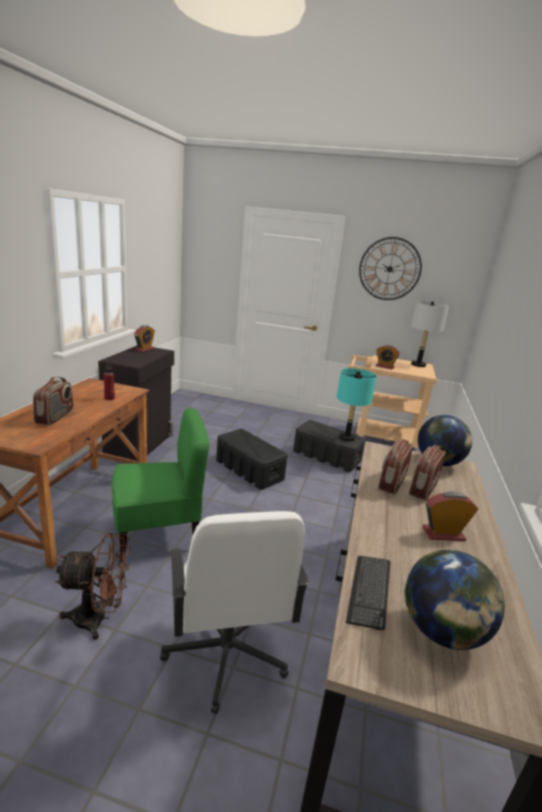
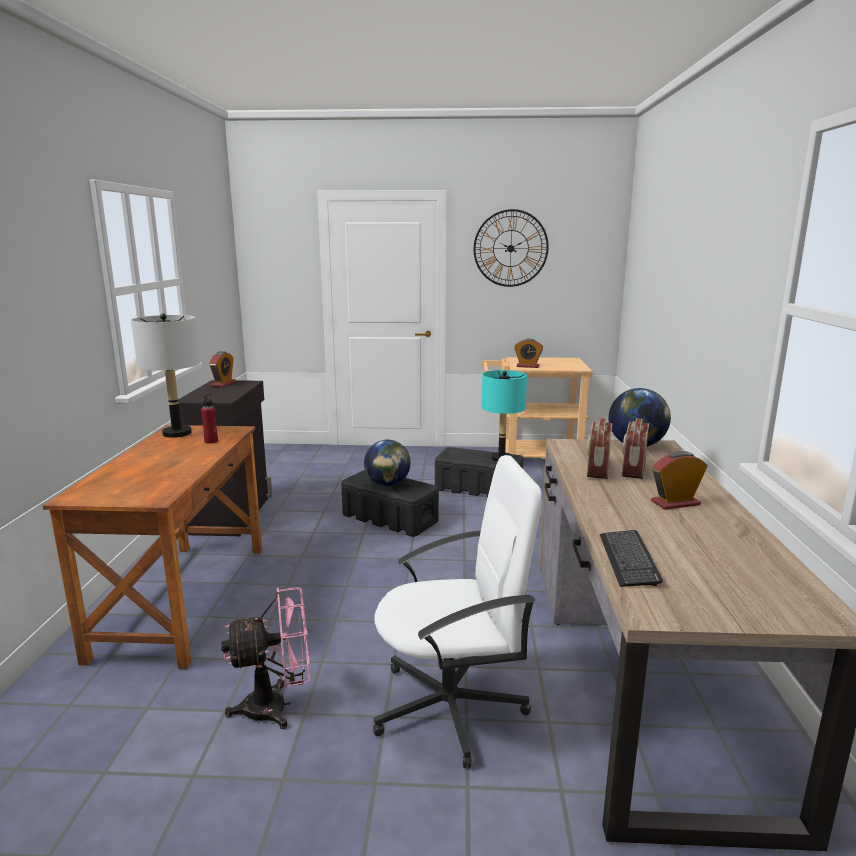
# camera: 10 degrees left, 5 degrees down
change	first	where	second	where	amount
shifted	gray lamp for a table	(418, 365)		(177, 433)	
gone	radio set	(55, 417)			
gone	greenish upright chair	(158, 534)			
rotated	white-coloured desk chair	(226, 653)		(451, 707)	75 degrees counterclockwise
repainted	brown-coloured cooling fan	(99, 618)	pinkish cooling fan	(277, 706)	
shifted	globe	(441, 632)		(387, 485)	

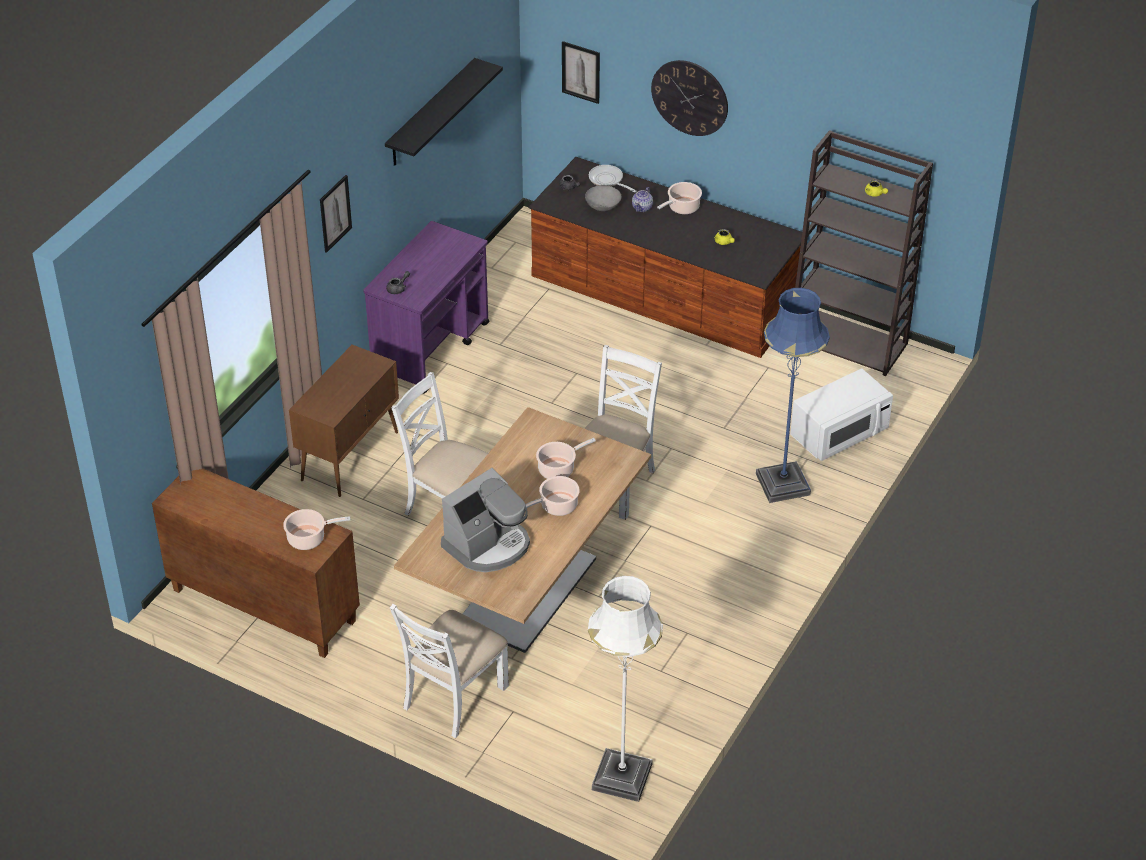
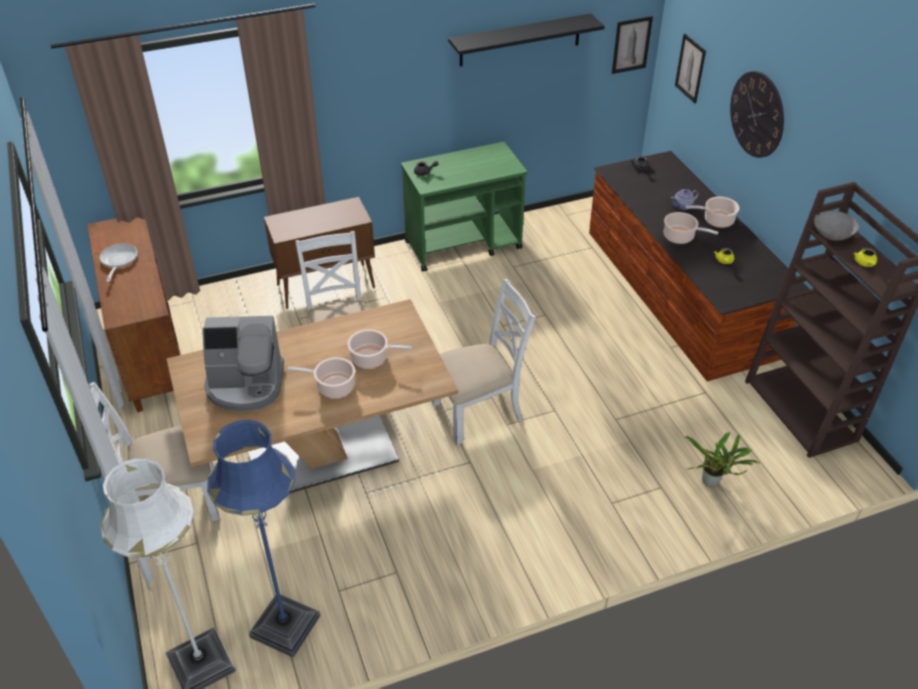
# camera: 40 degrees right, 0 degrees up
change	first	where	second	where	amount
shifted	skillet	(608, 180)		(118, 261)	
shifted	picture	(335, 213)		(631, 45)	
shifted	gray bowl	(602, 207)		(831, 235)	
repainted	purple wheeled cart	(431, 347)	greenish wheeled cart	(464, 245)	
shifted	blue-coloured floor lamp	(782, 484)		(285, 626)	
swapped	white-coloured microwave oven	(839, 434)	houseplant	(712, 483)	
shifted	cooking pot	(309, 538)		(680, 237)	

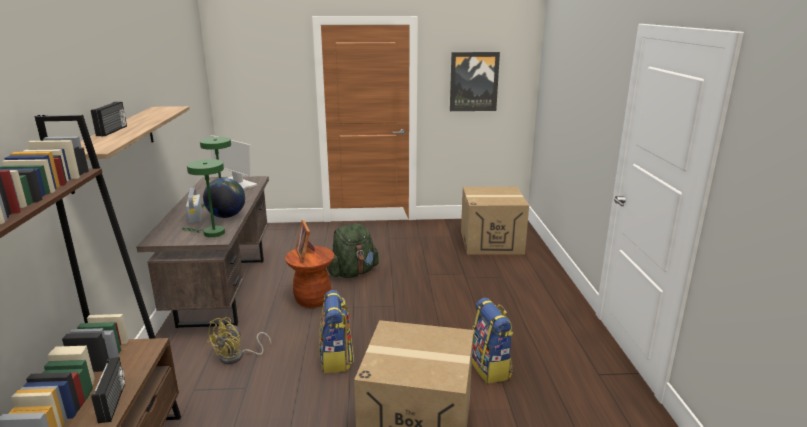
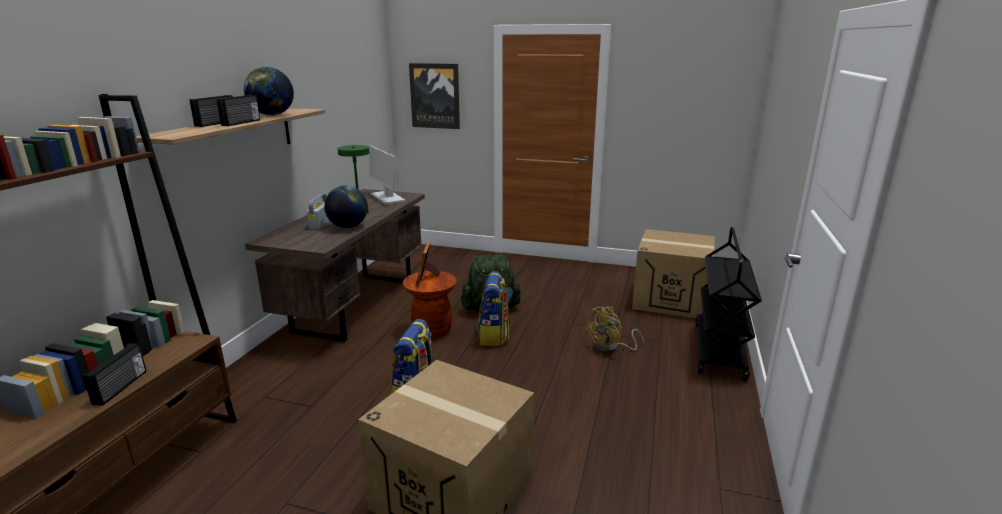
# camera: 20 degrees right, 0 degrees up
change	first	where	second	where	amount
shifted	picture	(474, 81)		(435, 96)	
gone	greenish lamp for a table	(210, 233)			
shifted	knapsack	(490, 368)		(494, 336)	
shifted	yellowish cooling fan	(237, 357)		(611, 348)	
new			globe	(272, 115)	
new			radio set	(242, 123)	
new			blackish wheeled cart	(719, 351)	

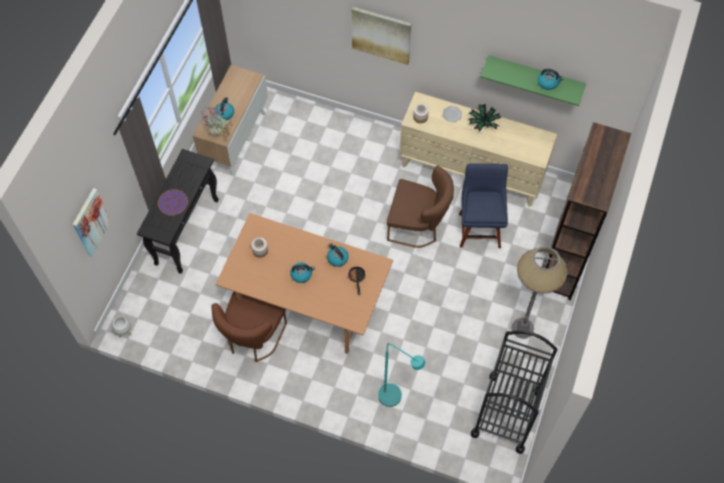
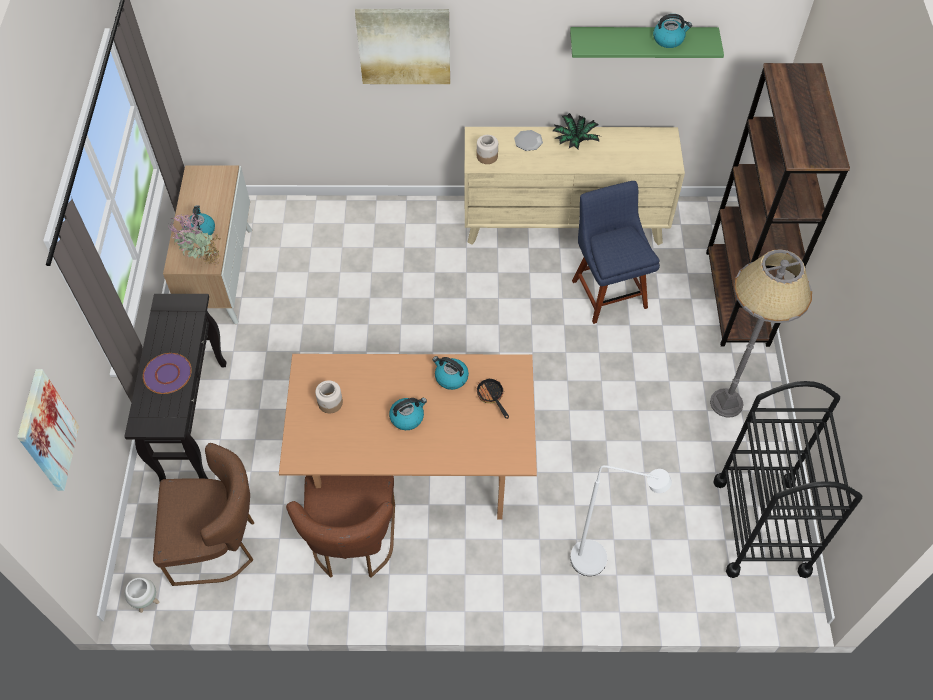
# camera: 20 degrees left, 5 degrees down
change	first	where	second	where	amount
shifted	brown-coloured upright chair	(418, 226)		(219, 544)	
repainted	blue-green floor lamp	(395, 399)	white-coloured floor lamp	(599, 561)	

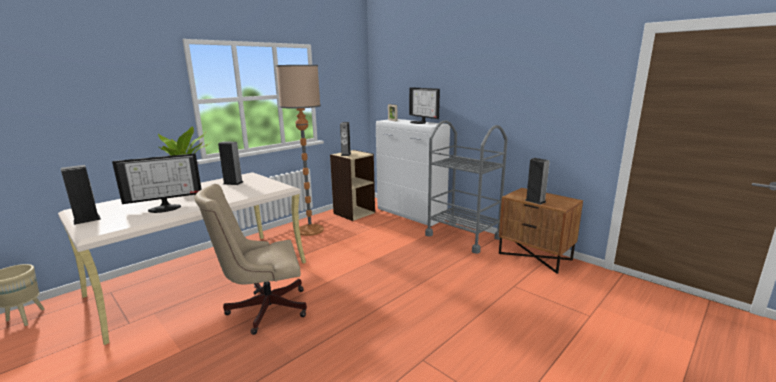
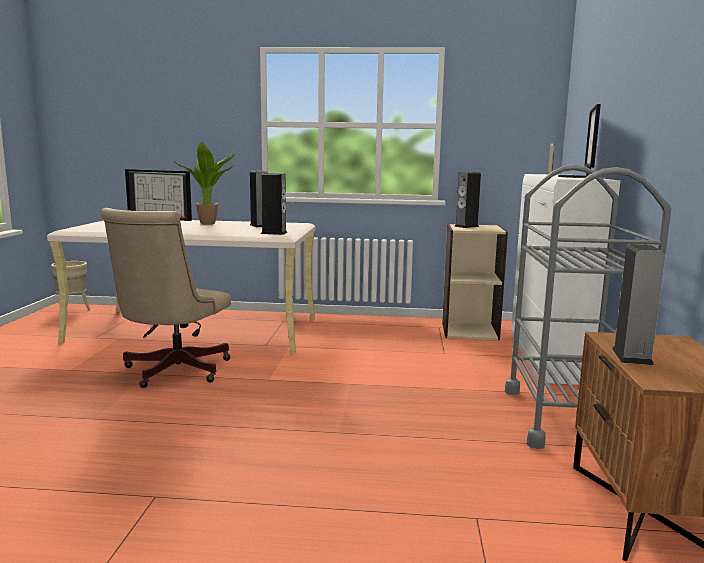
# camera: 50 degrees right, 5 degrees down
change	first	where	second	where	amount
gone	floor lamp	(310, 230)			
shifted	loudspeaker	(87, 220)		(274, 233)	
rotated	sand-coloured desk chair	(263, 309)		(172, 372)	105 degrees counterclockwise

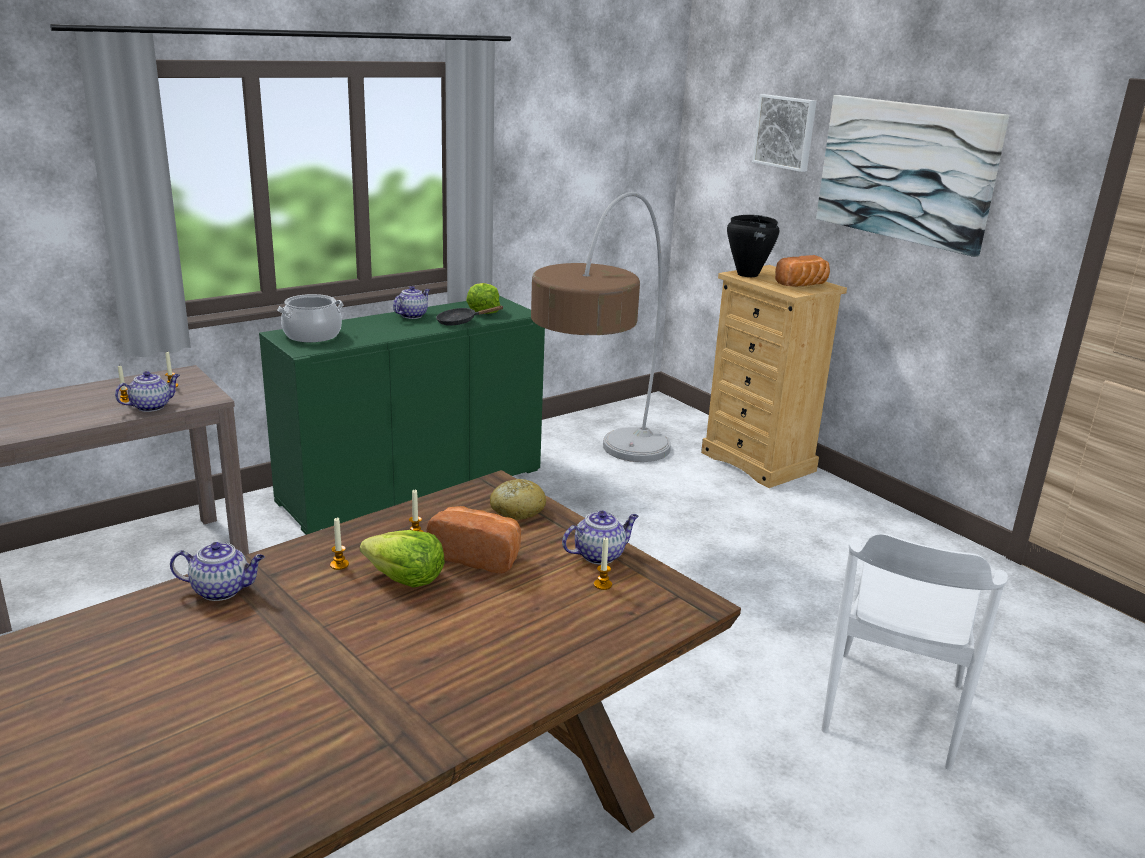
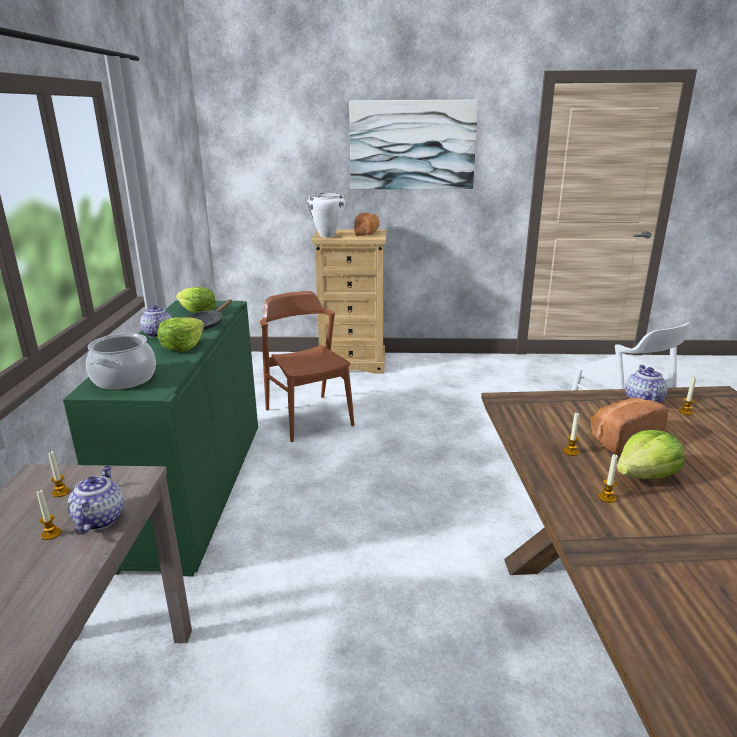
# camera: 50 degrees left, 0 degrees up
change	first	where	second	where	amount
gone	picture	(785, 132)			
swapped	floor lamp	(602, 485)	brown-coloured upright chair	(308, 417)	
repainted	blackish cooking pot	(747, 274)	white-coloured cooking pot	(327, 236)	
gone	baked bread	(517, 510)			
gone	tea pot	(222, 590)			
new			lettuce head	(182, 346)	

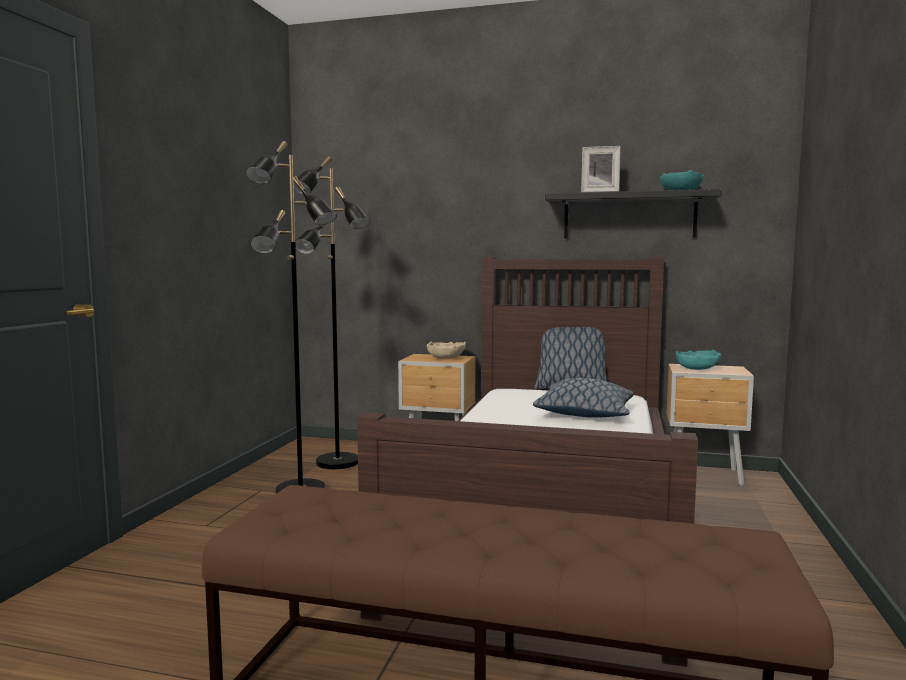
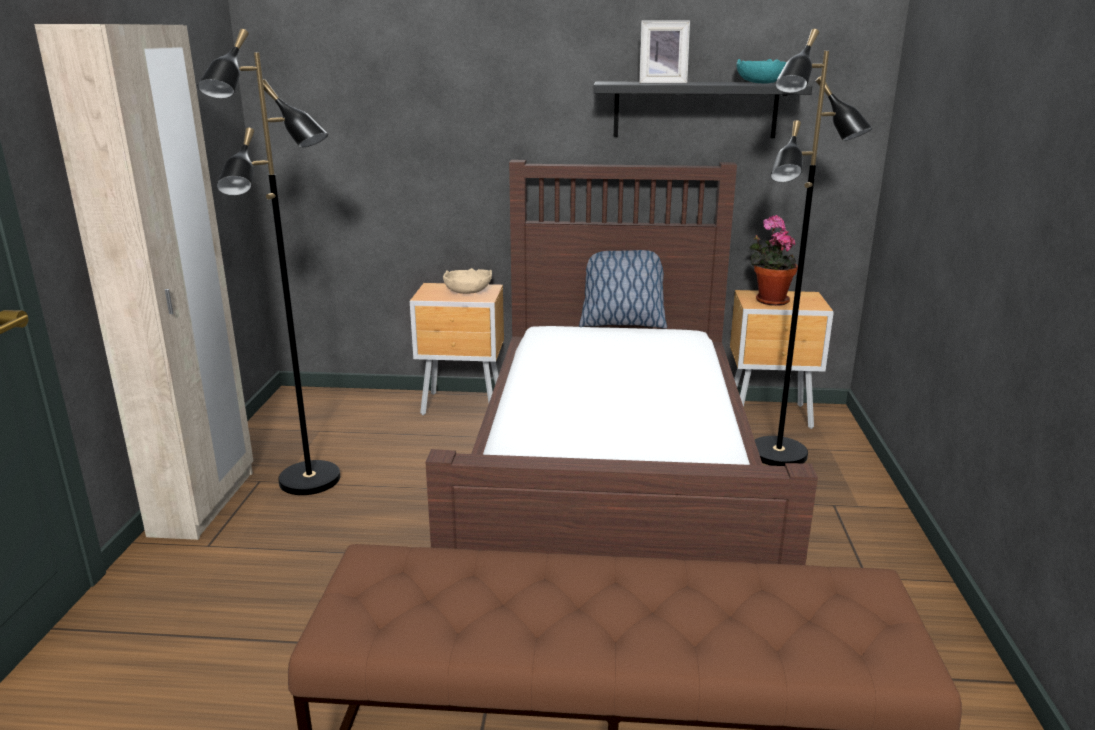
# camera: 10 degrees left, 15 degrees up
change	first	where	second	where	amount
shifted	blackish floor lamp	(337, 463)		(779, 454)	
swapped	blue-green bowl	(696, 369)	houseplant	(769, 300)	
gone	throw pillow	(585, 413)			
new			sand-coloured clothes cupboard	(205, 503)	

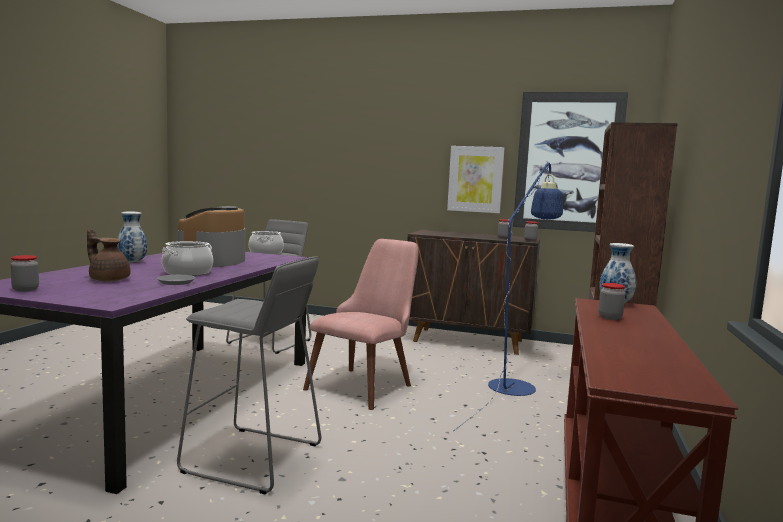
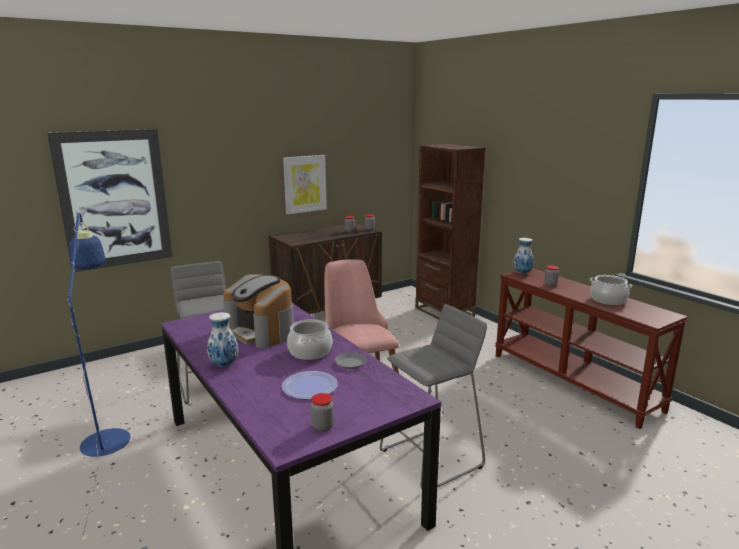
# camera: 50 degrees left, 10 degrees up
change	first	where	second	where	amount
shifted	picture	(568, 162)		(114, 199)	
shifted	blue-coloured floor lamp	(515, 383)		(106, 435)	
swapped	brown-coloured tea pot	(108, 279)	plate	(309, 386)	
shifted	cooking pot	(266, 253)		(608, 300)	

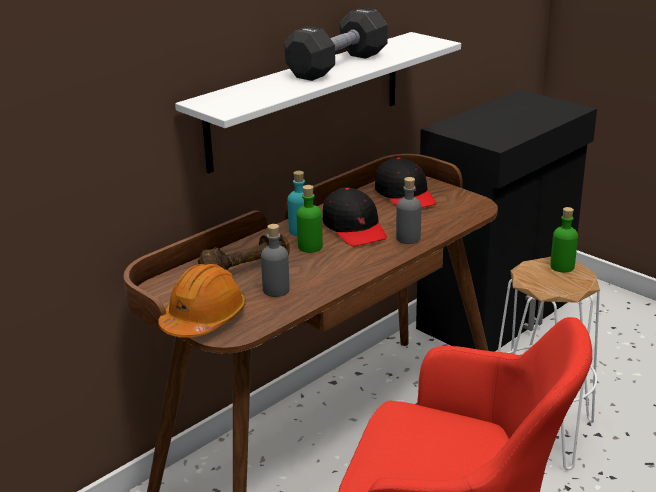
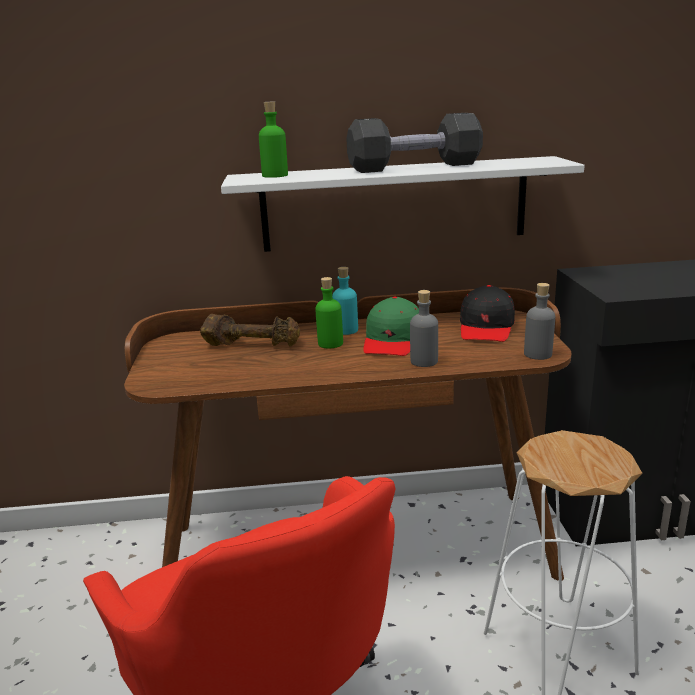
# camera: 40 degrees right, 5 degrees down
change	first	where	second	where	amount
repainted	blackish cap	(354, 228)	greenish cap	(392, 340)	
shifted	greenish bottle	(562, 266)		(275, 175)	
shifted	gray bottle	(276, 290)		(538, 354)	
gone	orangey safety helmet	(204, 319)			

